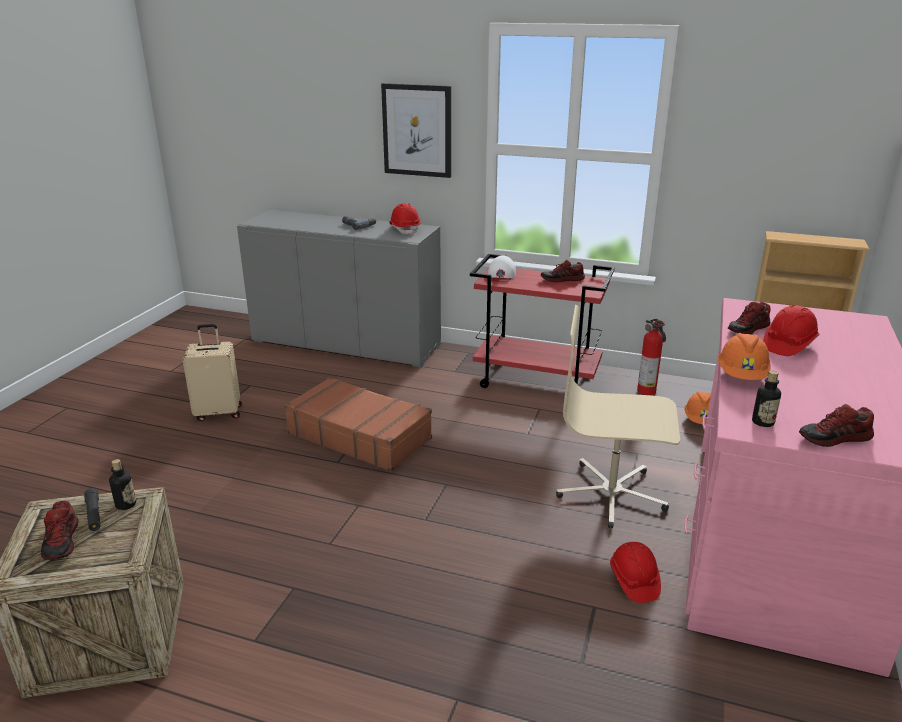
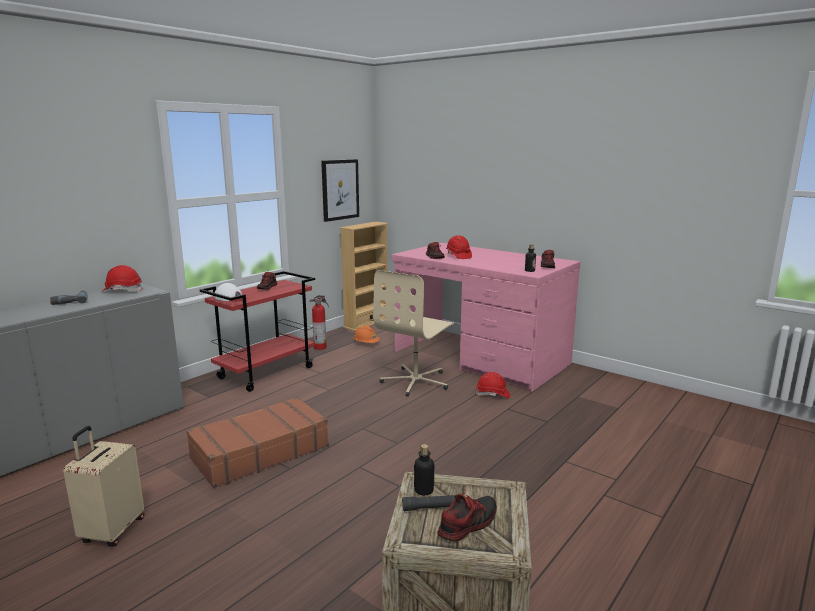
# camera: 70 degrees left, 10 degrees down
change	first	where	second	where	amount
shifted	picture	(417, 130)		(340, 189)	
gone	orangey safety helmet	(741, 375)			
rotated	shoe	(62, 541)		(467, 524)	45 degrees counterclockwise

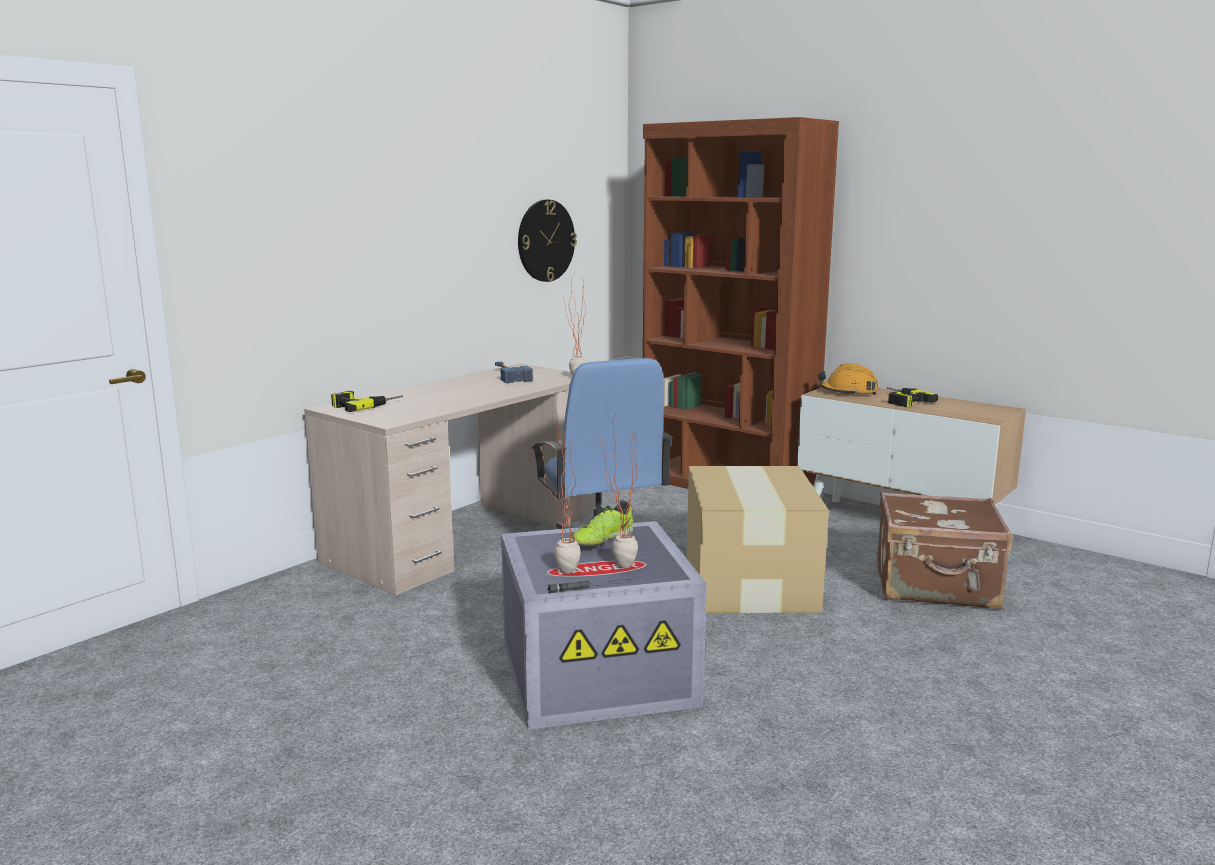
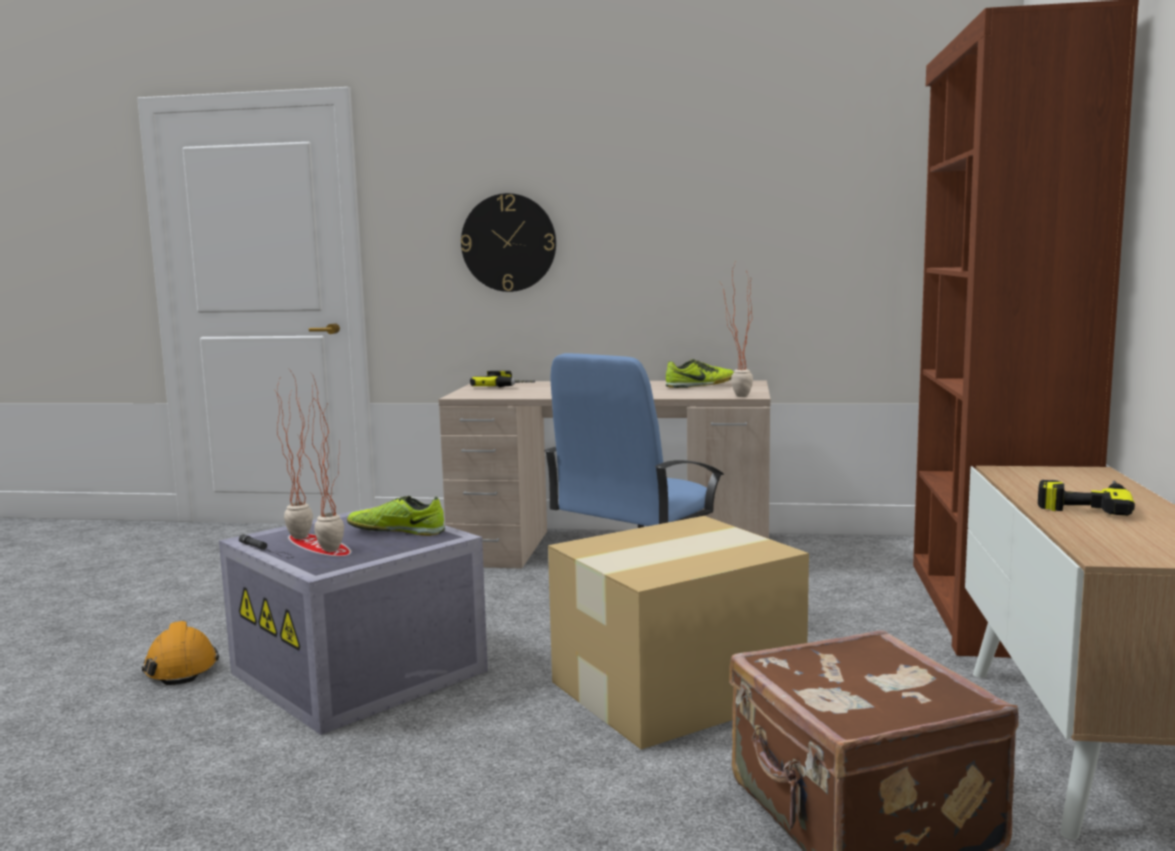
# camera: 60 degrees right, 5 degrees down
change	first	where	second	where	amount
shifted	clock on the wall	(545, 240)		(508, 242)	
swapped	hammer	(508, 375)	shoe	(700, 386)	
shifted	orangey safety helmet	(848, 392)		(181, 667)	

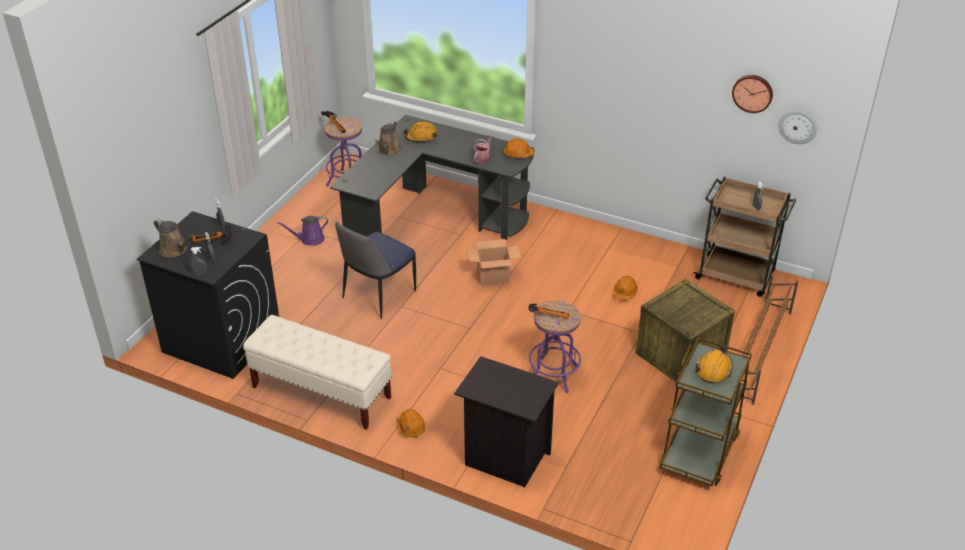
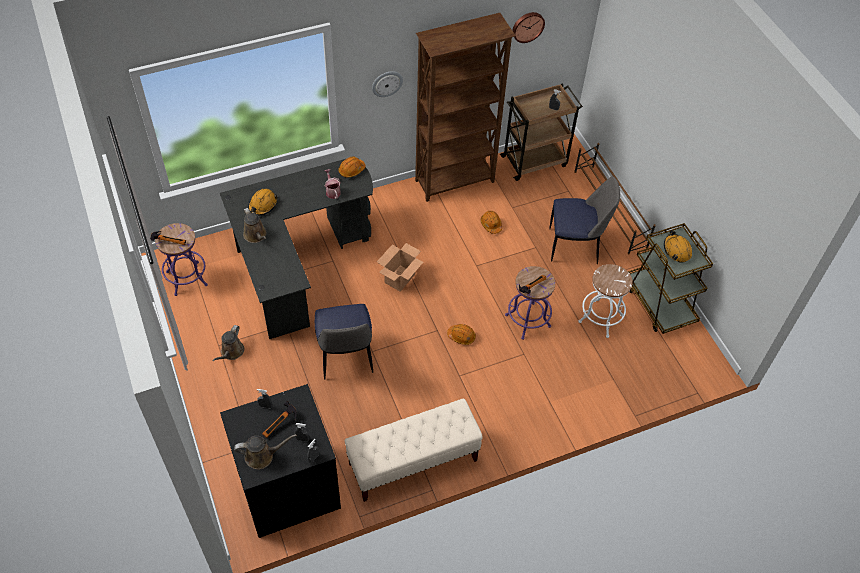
# camera: 50 degrees left, 15 degrees up
change	first	where	second	where	amount
shifted	clock on the wall	(797, 126)		(387, 83)	
repainted	purple watering can	(310, 240)	brown-coloured watering can	(231, 352)	
swapped	crate	(680, 356)	upright chair	(575, 246)	
gone	blackish bedside table	(504, 458)			
shifted	orangey safety helmet	(411, 427)		(461, 336)	
new			brown-coloured bookshelf	(455, 181)	
new			white-coloured sitting stool	(600, 318)	

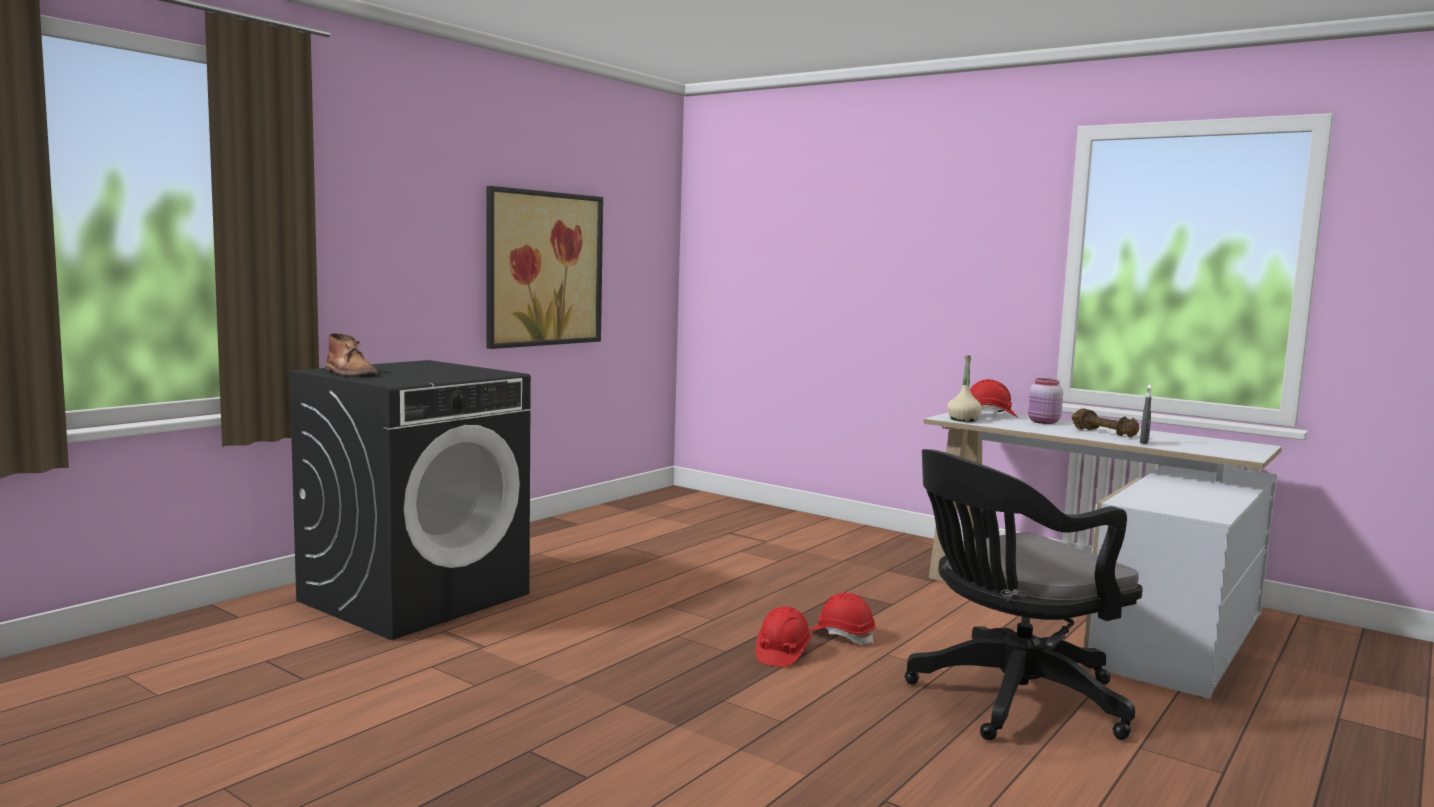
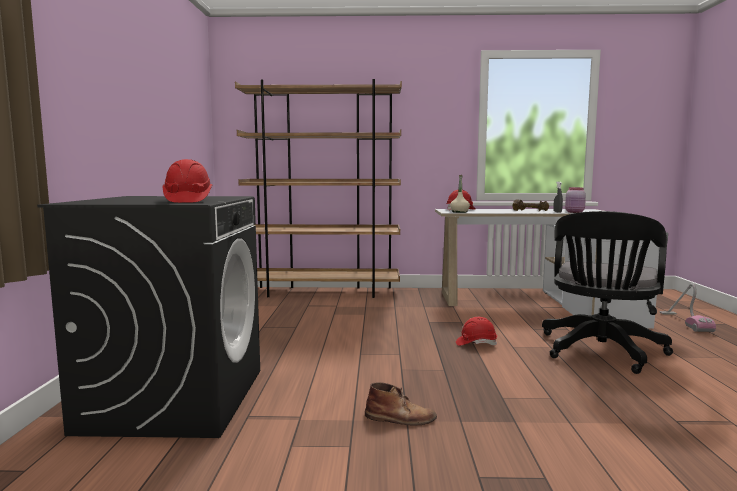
# camera: 35 degrees left, 0 degrees up
change	first	where	second	where	amount
gone	picture	(544, 268)			
shifted	brown-coloured boot	(350, 373)		(401, 418)	
shifted	pinkish jar	(1043, 422)		(575, 212)	
shifted	reddish safety helmet	(782, 654)		(188, 201)	
new			brown-coloured bookshelf	(323, 292)	
new			vacuum	(685, 322)	

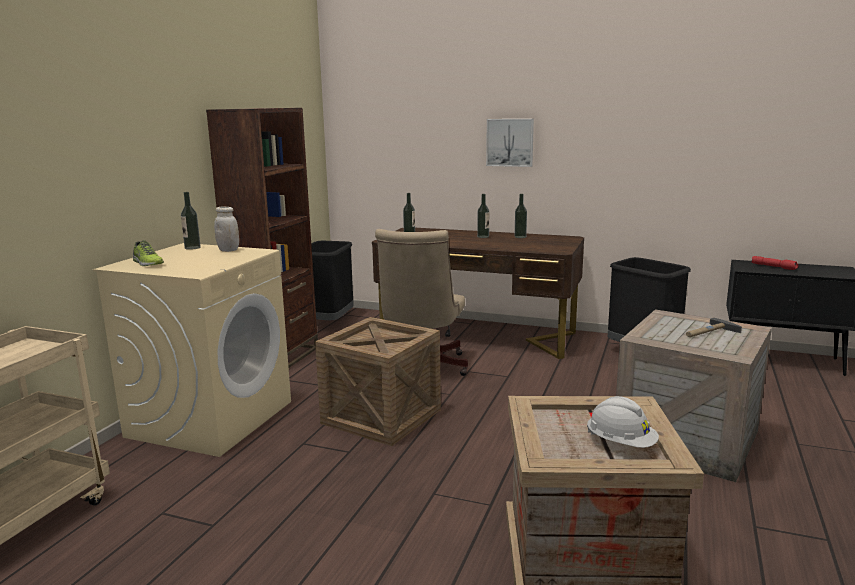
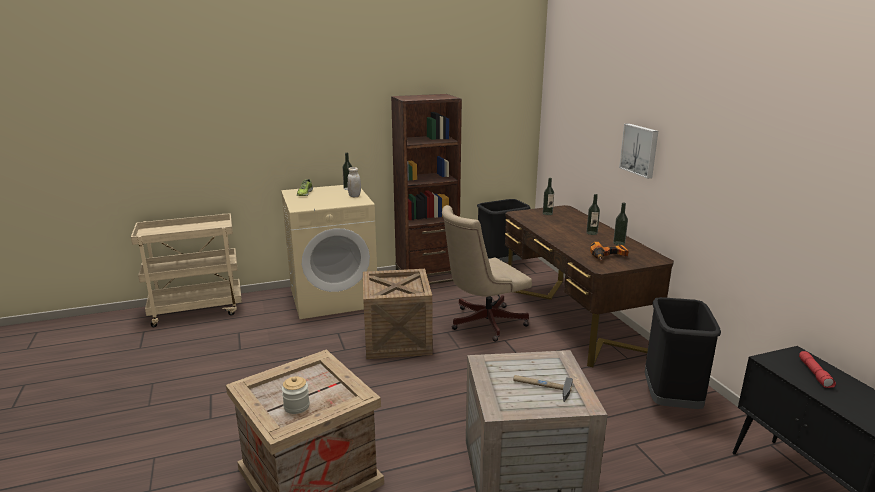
# camera: 50 degrees right, 5 degrees up
change	first	where	second	where	amount
swapped	white-coloured safety helmet	(621, 443)	jar	(296, 406)	
new			power drill	(609, 257)	

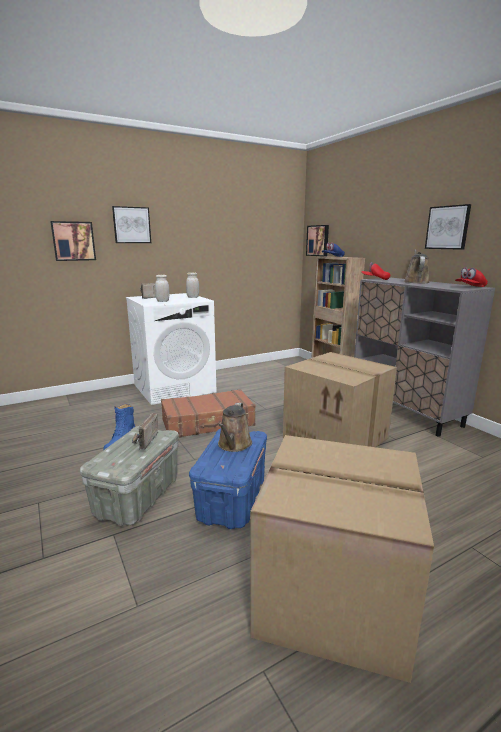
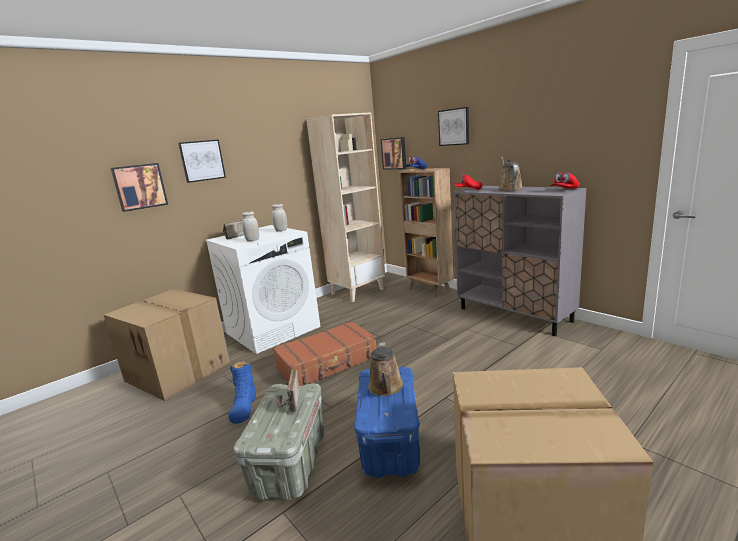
# camera: 10 degrees left, 0 degrees up
change	first	where	second	where	amount
shifted	picture	(447, 227)		(454, 127)	
shifted	carton	(337, 438)		(179, 371)	
new			sand-coloured bookshelf	(357, 291)	

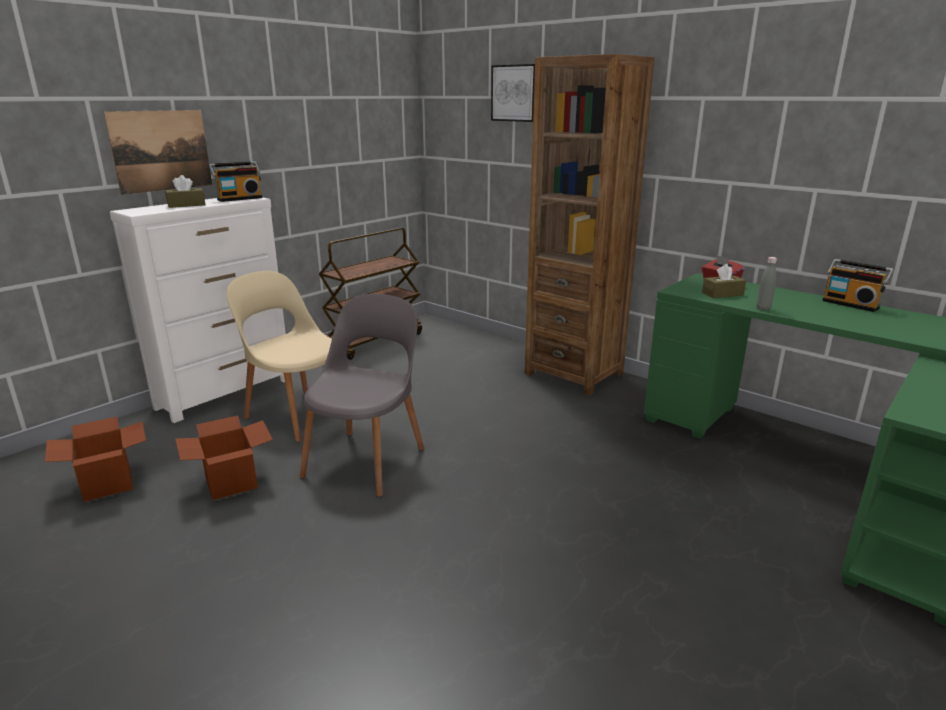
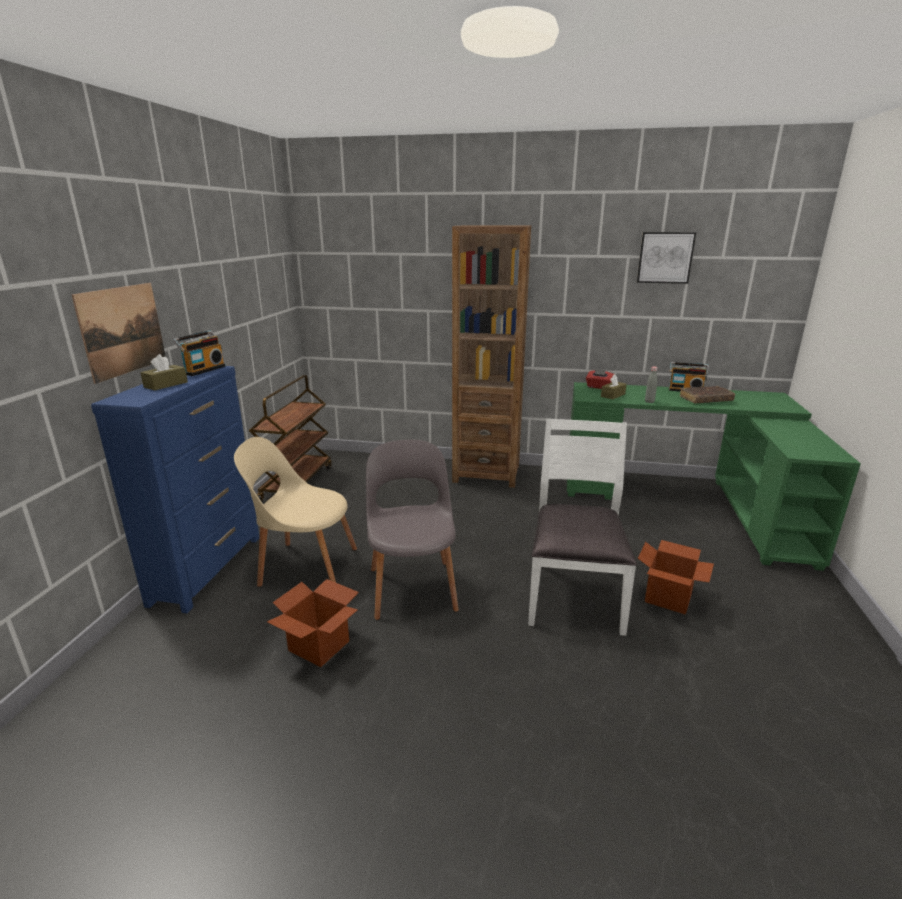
# camera: 30 degrees left, 0 degrees up
change	first	where	second	where	amount
shifted	picture	(514, 93)		(665, 257)	
repainted	white-coloured chest of drawers	(226, 393)	blue-coloured chest of drawers	(208, 568)	
shifted	carton	(107, 484)		(668, 598)	
new			brown-coloured bound book	(705, 400)	
new			white-coloured upright chair	(573, 594)	

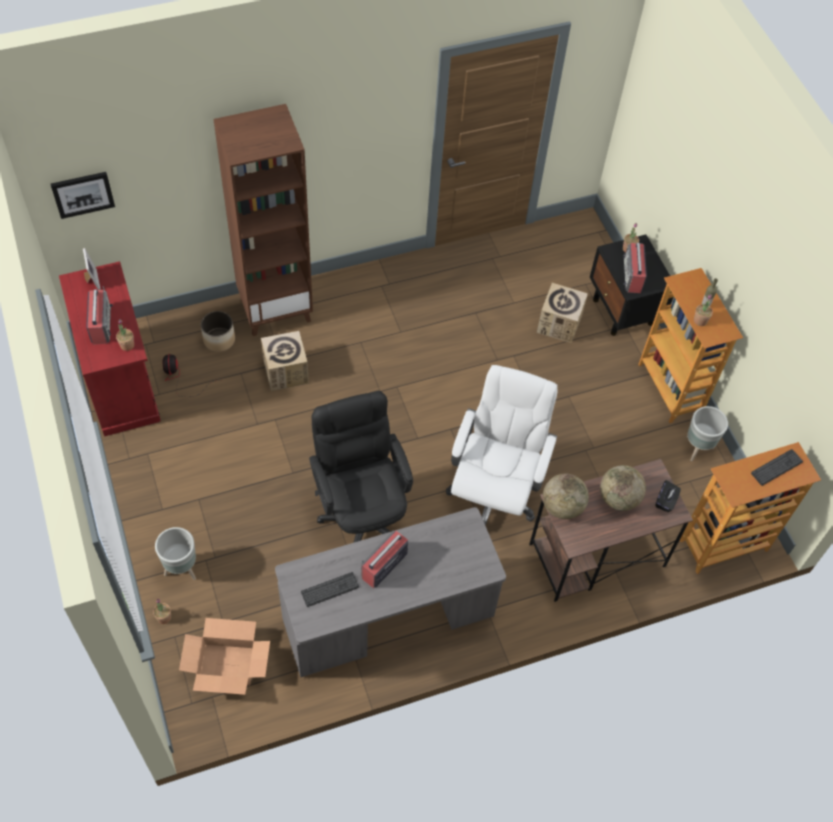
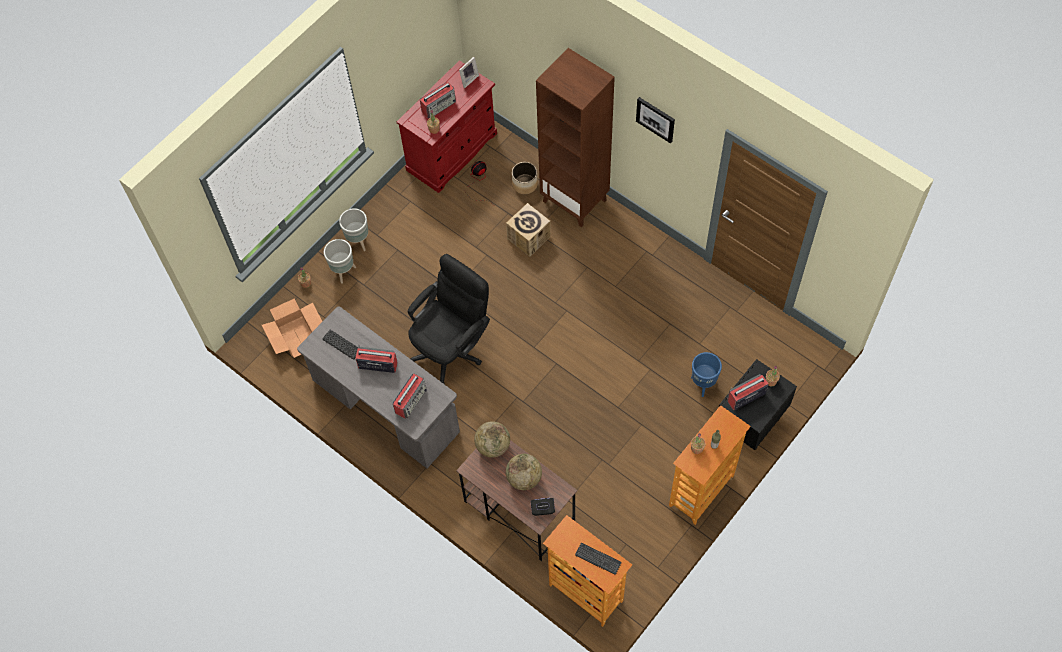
# camera: 65 degrees right, 5 degrees up
change	first	where	second	where	amount
shifted	picture	(83, 194)		(655, 119)	
swapped	carton	(559, 324)	blue-coloured plant pot	(703, 384)	
gone	white-coloured desk chair	(493, 492)			
shifted	gray plant pot	(697, 449)		(358, 242)	
new			radio set	(411, 400)	

